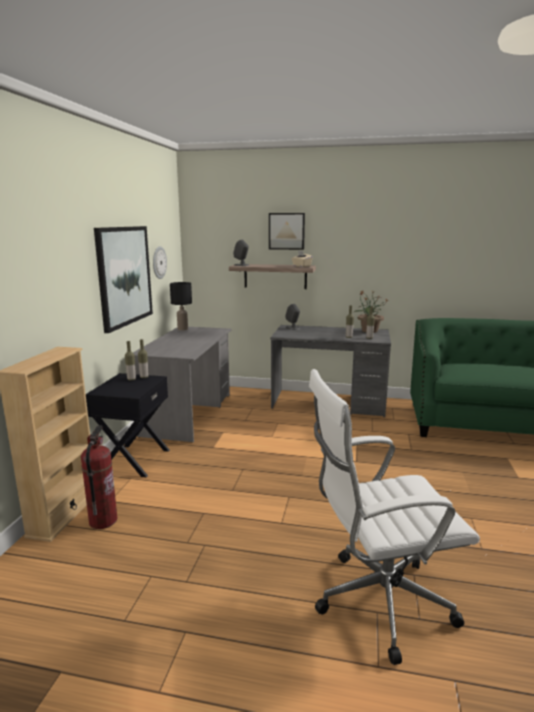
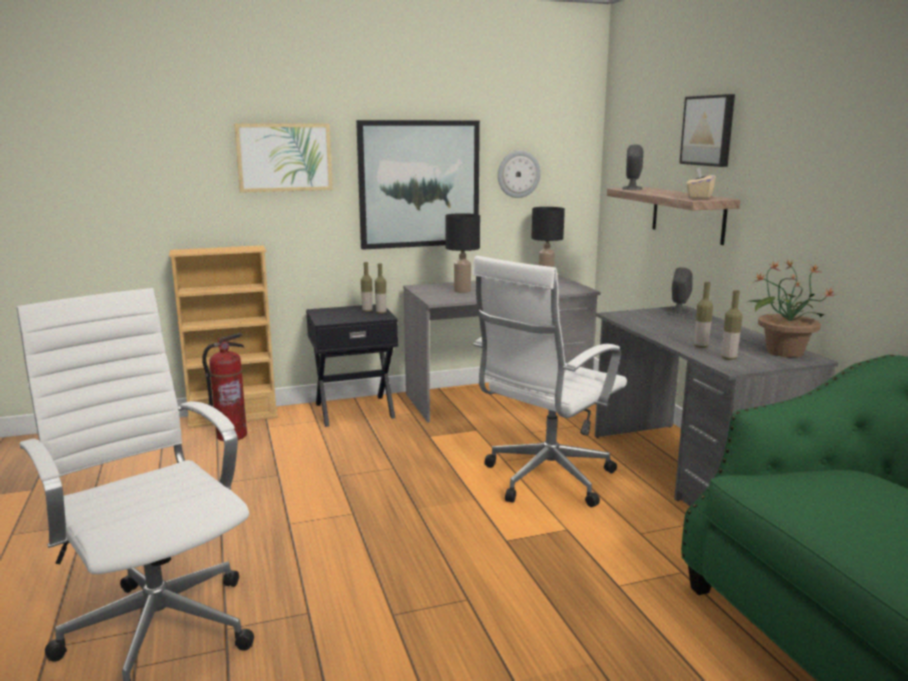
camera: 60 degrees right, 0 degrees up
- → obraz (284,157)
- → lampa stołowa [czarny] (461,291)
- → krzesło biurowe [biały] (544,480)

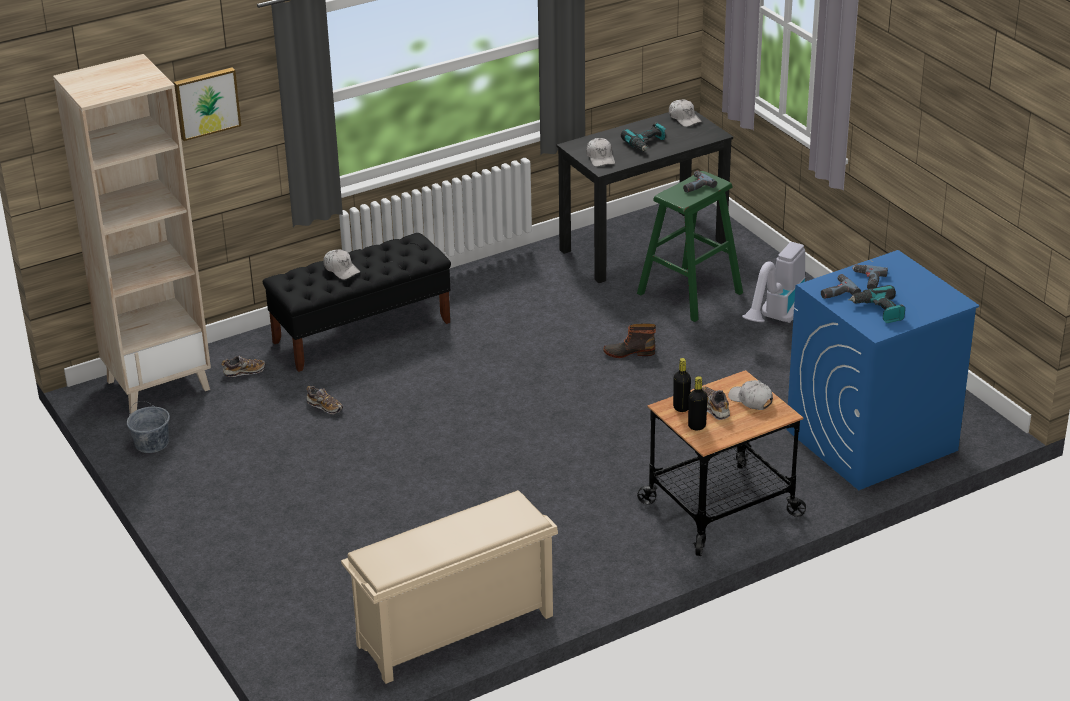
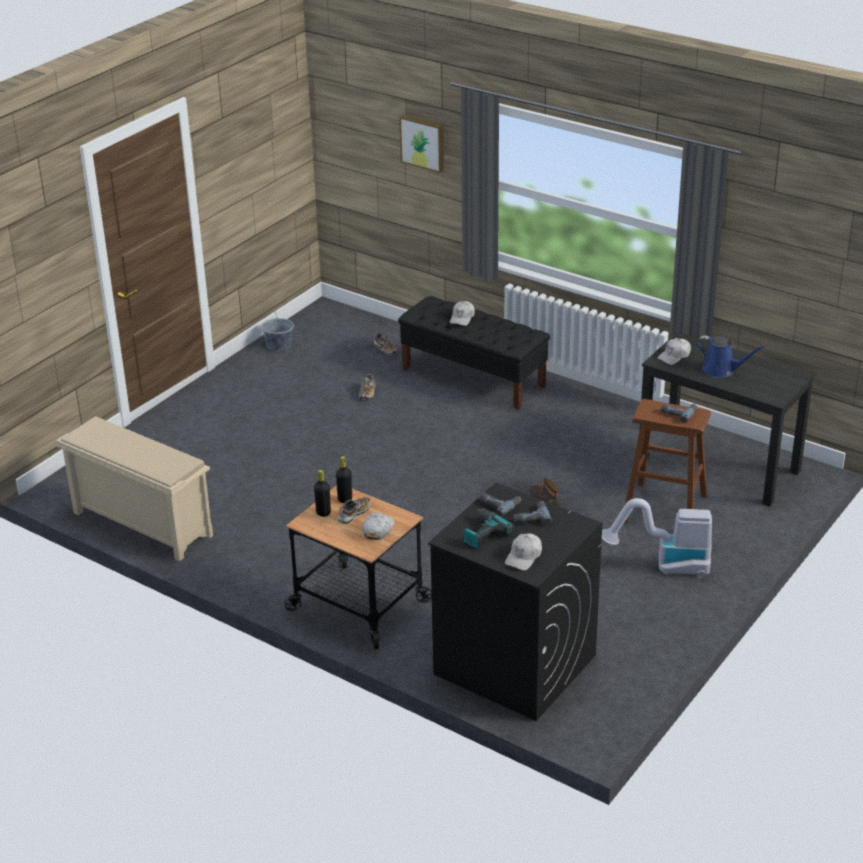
camera: 65 degrees right, 0 degrees up
regał [beżowy] (158,384) → -
czapka z daszkiem [biały] (684,118) → czapka z daszkiem [biały] (524,557), shifted
wiertarka (646,144) → konewka [niebieski] (721,370)
stołek [zielony] (689,293) → stołek [brązowy] (664,508)
pralka [niebieski] (871,440) → pralka [czarny] (513,664)

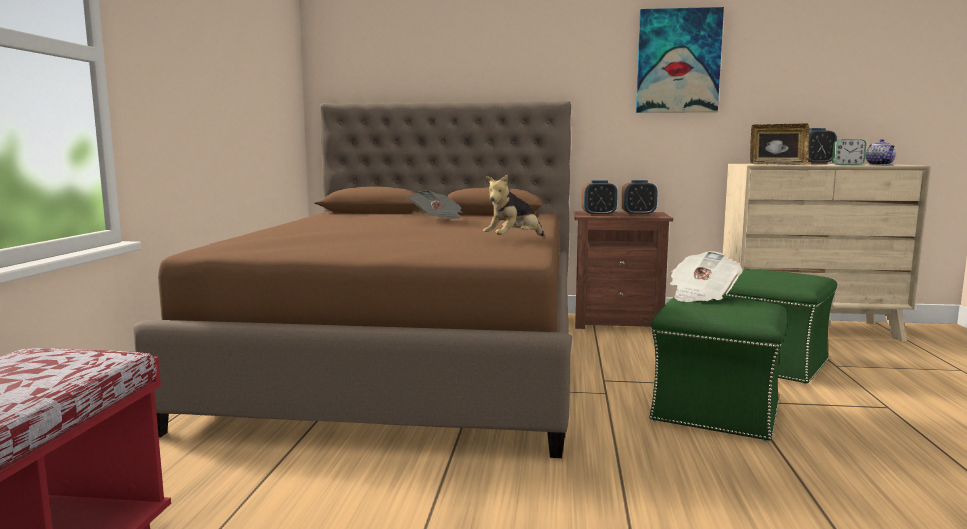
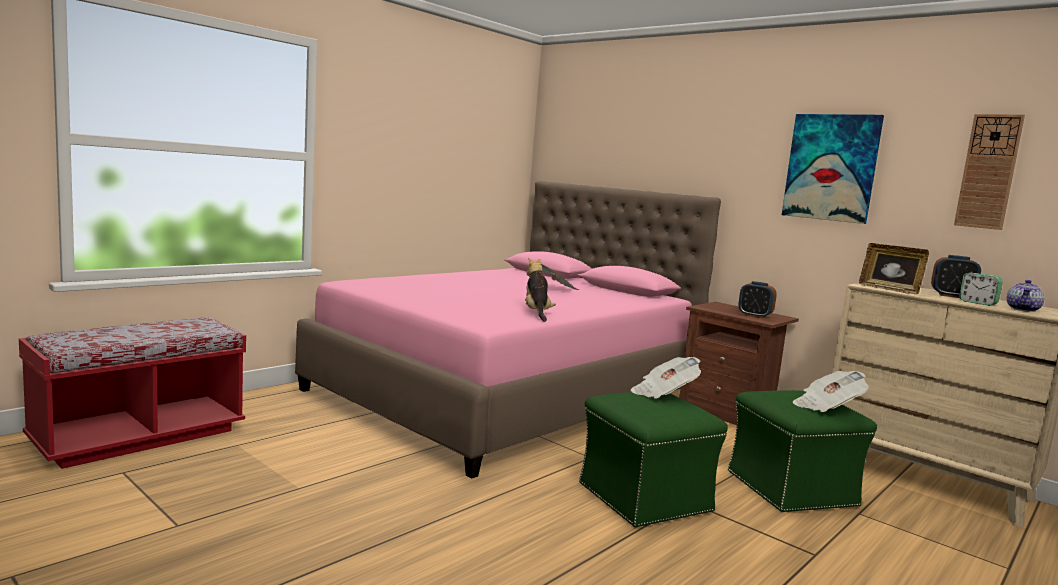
camera: 35 degrees right, 0 degrees up
budzik (598,215) → -
- → gazeta (827,407)
- → zegar ścienny (988,171)
łóżko [brązowy] (412,359) → łóżko [różowy] (508,393)
pluszak (513,240) → pluszak (536,313), 90 degrees clockwise

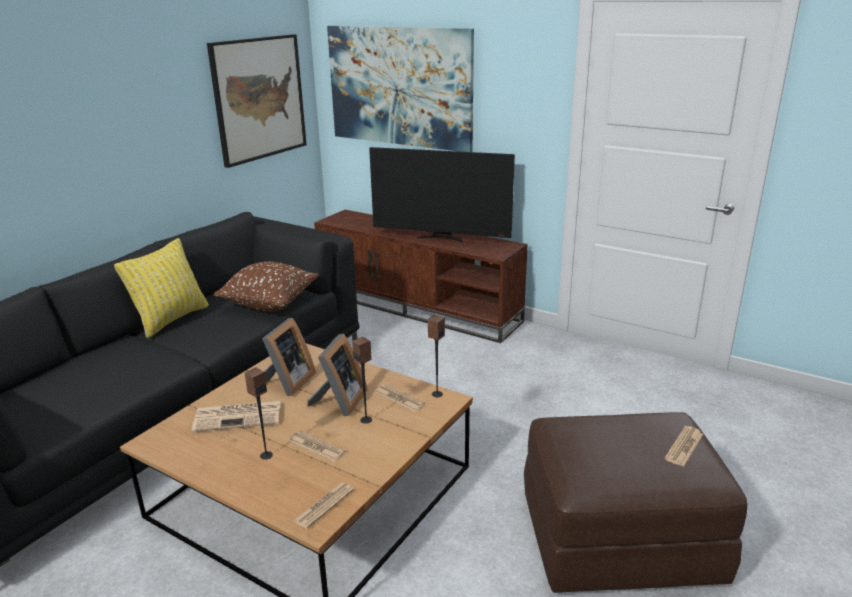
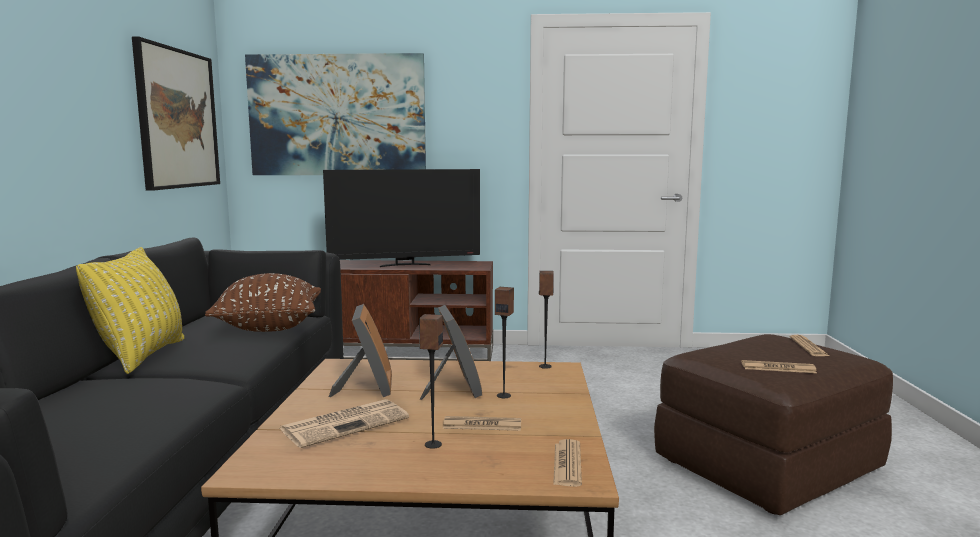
camera: 30 degrees left, 15 degrees down
gazeta (399,399) → gazeta (778,368), shifted

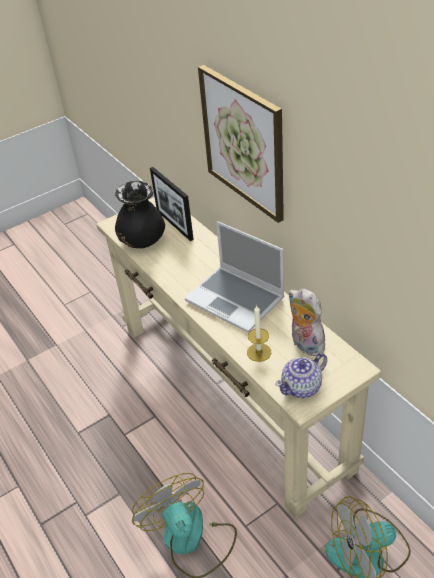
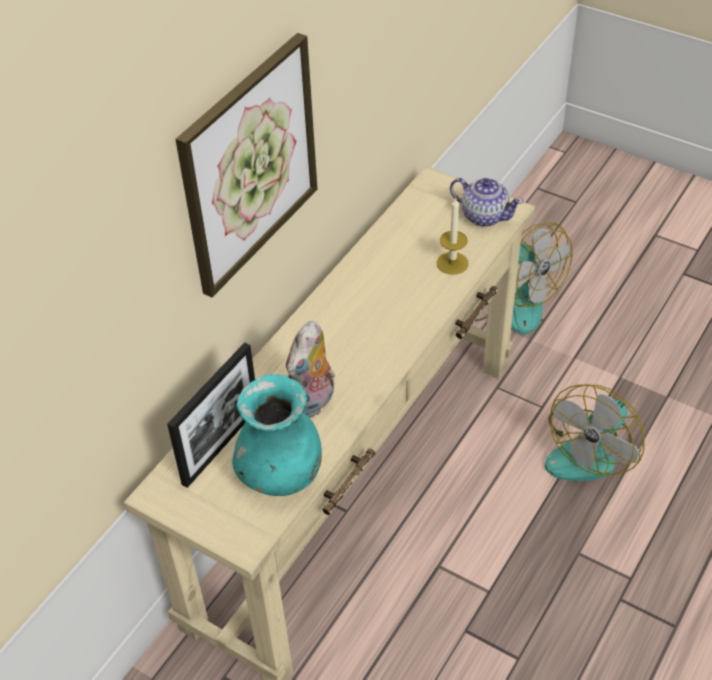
camera: 115 degrees left, 5 degrees up
laptop (236,299) → -
pluszak (305,344) → pluszak (314,403), shifted
wazon [czarny] (142,241) → wazon [turkusowy] (280,473)

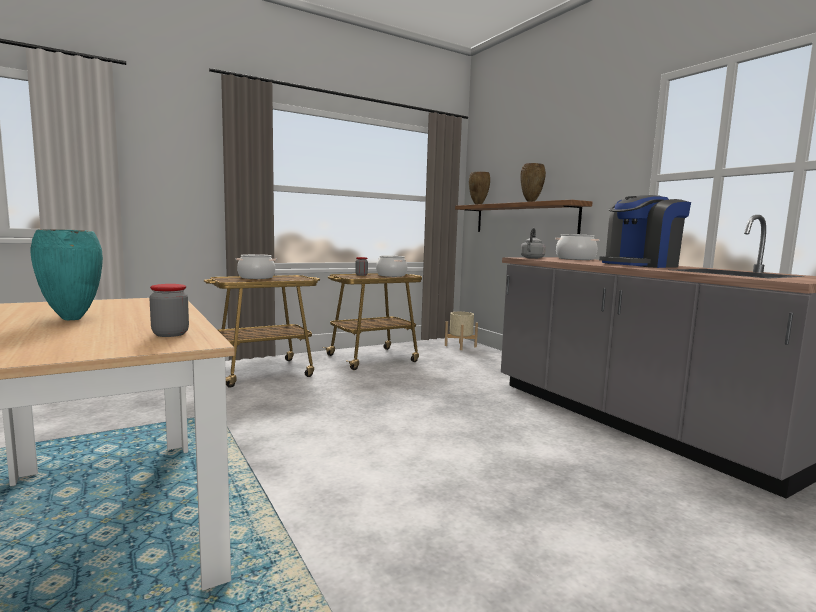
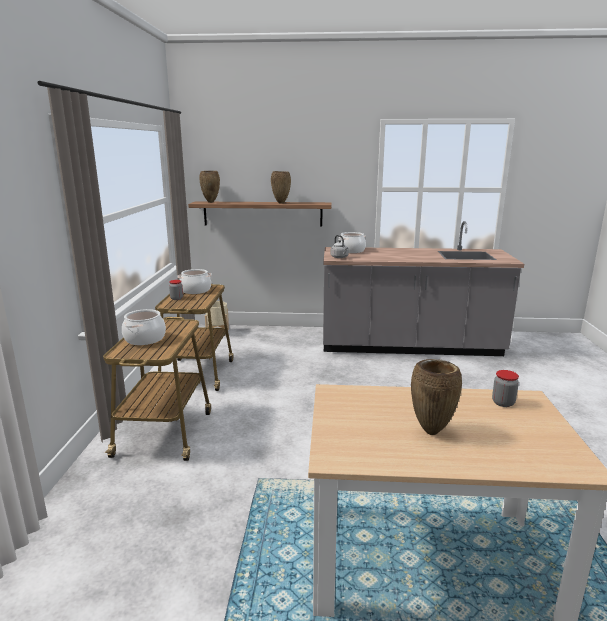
camera: 55 degrees left, 10 degrees up
ekspres do kawy (640,265) → -
wazon [turkusowy] (73,319) → wazon [brązowy] (431,431)

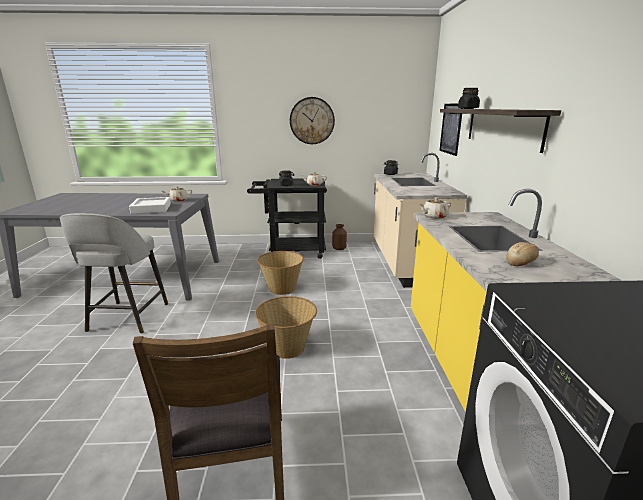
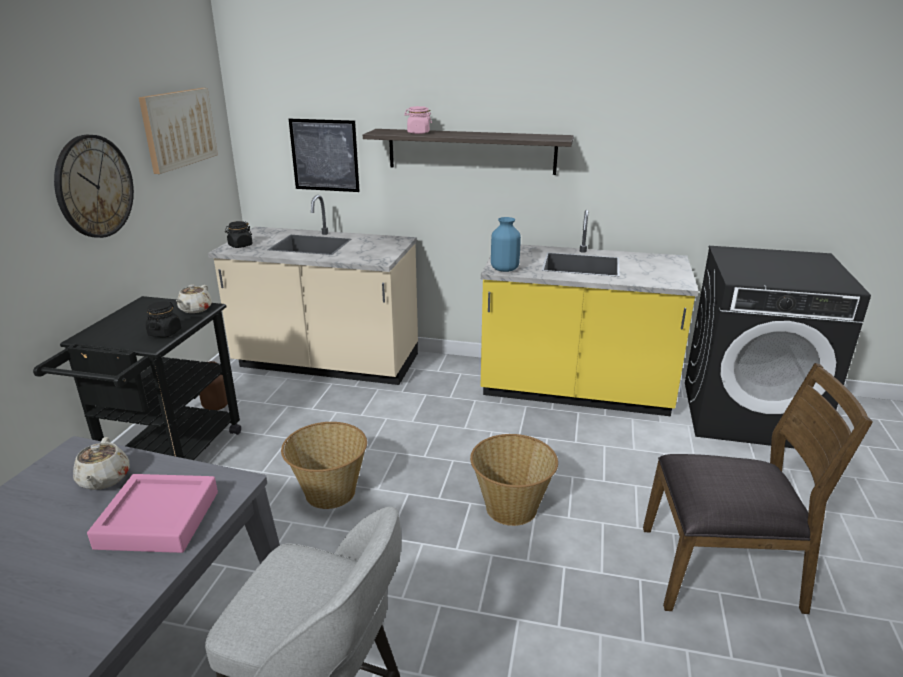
camera: 75 degrees left, 5 degrees up
chleb (521,262) → -
- → obraz (178,128)
imbryk [beżowy] (434,217) → wazon [niebieski] (504,269)
taca [biały] (151,209) → taca [różowy] (158,519)
słoik [czarny] (468,108) → słoik [różowy] (418,133)

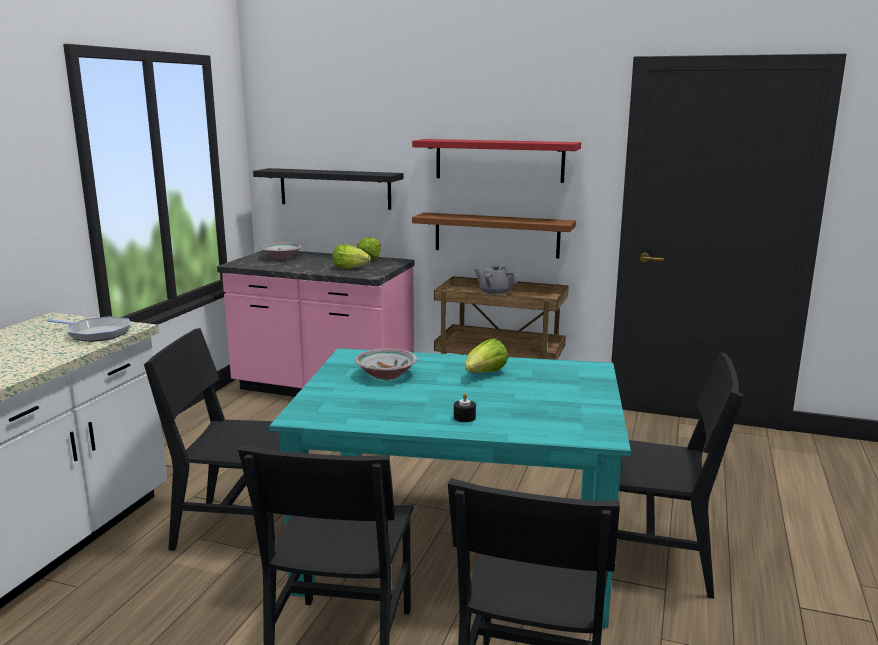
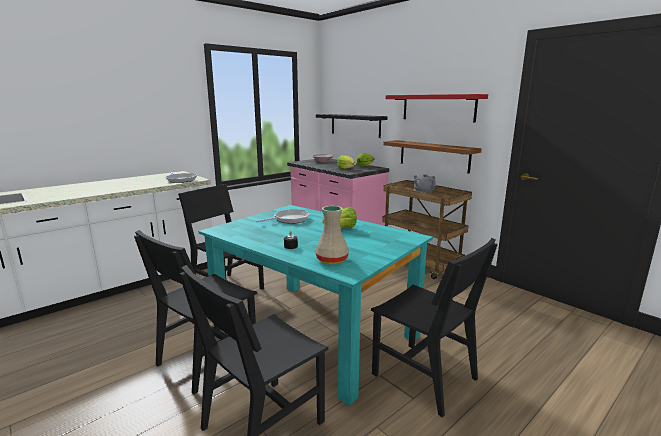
camera: 30 degrees right, 0 degrees up
- → wazon [beżowy] (332,260)
miska (385,375) → patelnia (290,219)

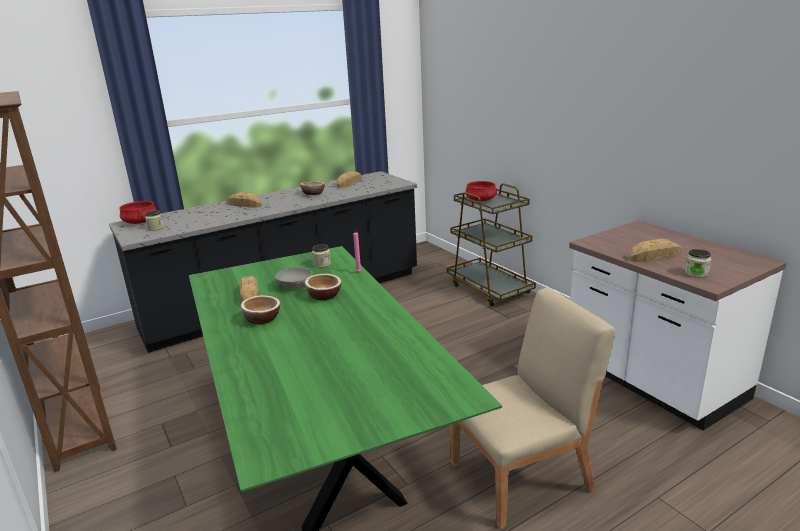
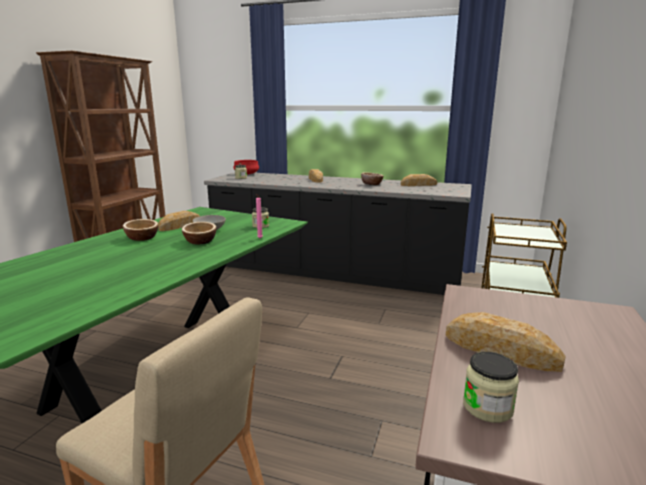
camera: 50 degrees right, 5 degrees down
garnek [czerwony] (481,200) → -

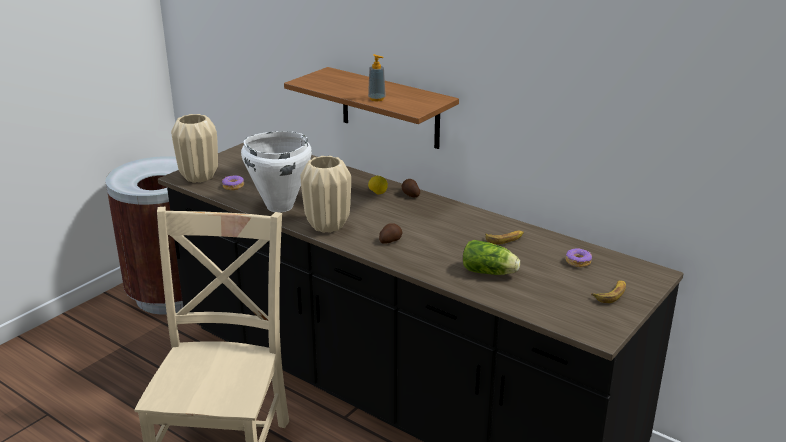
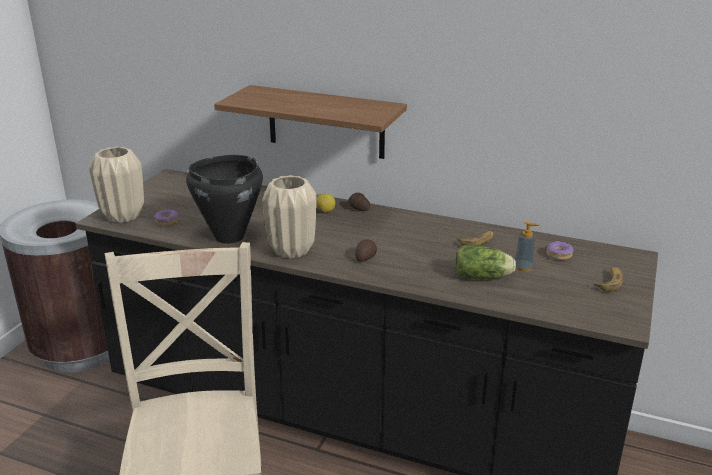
camera: 15 degrees left, 0 degrees up
dozownik mydła (377,99) → dozownik mydła (523,268), shifted
garnek [biały] (279,206) → garnek [czarny] (228,237)

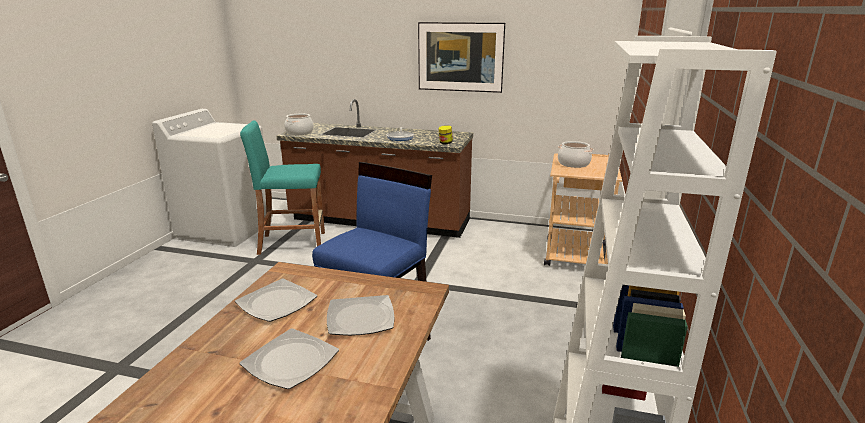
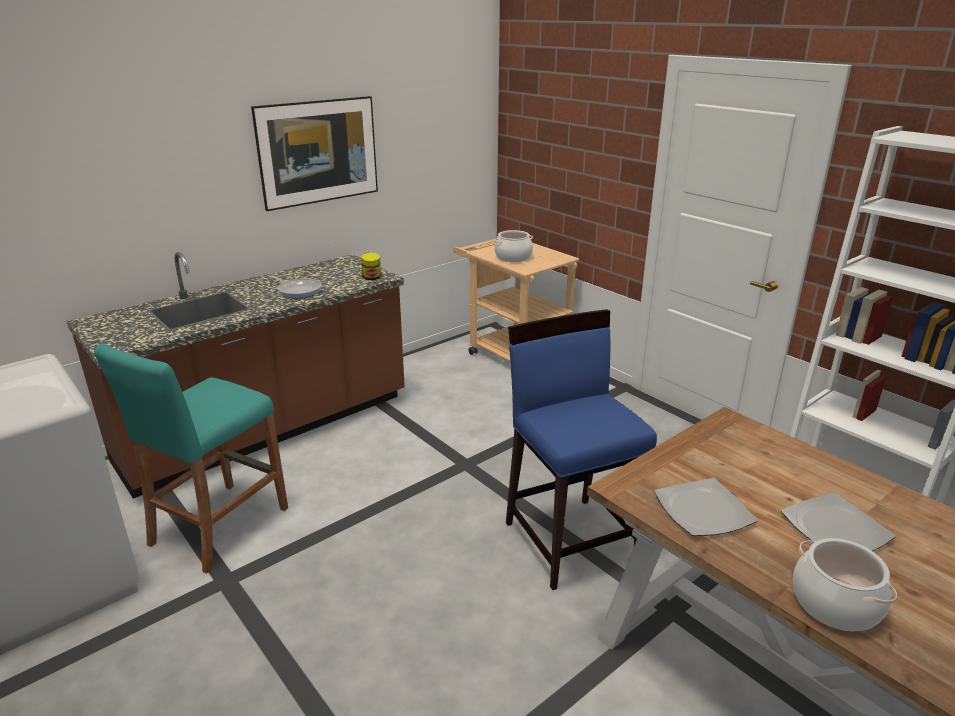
camera: 55 degrees left, 5 degrees up
talerz (360,318) → -
garnek (299,133) → garnek (834,603), shifted

